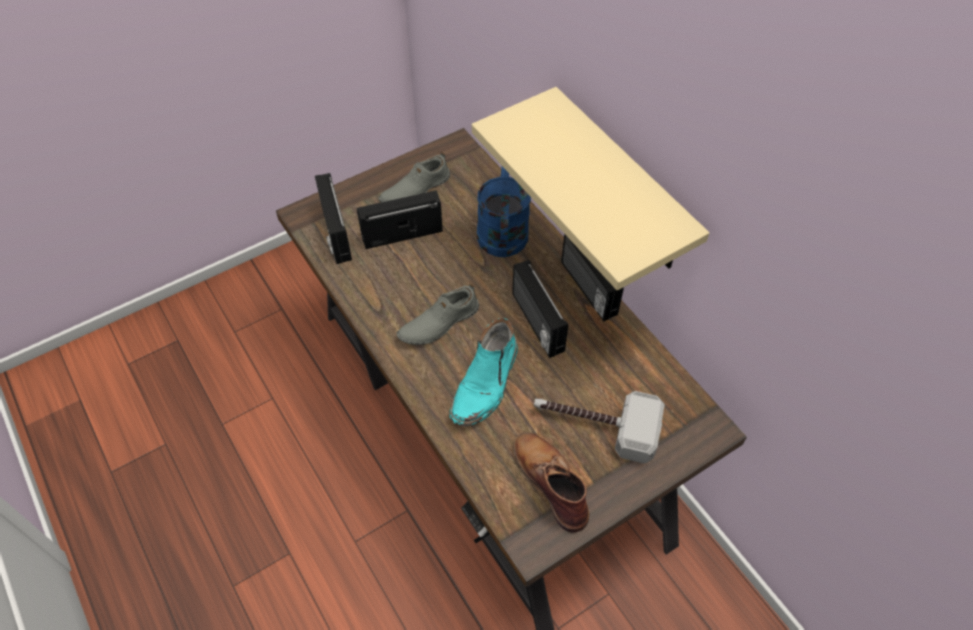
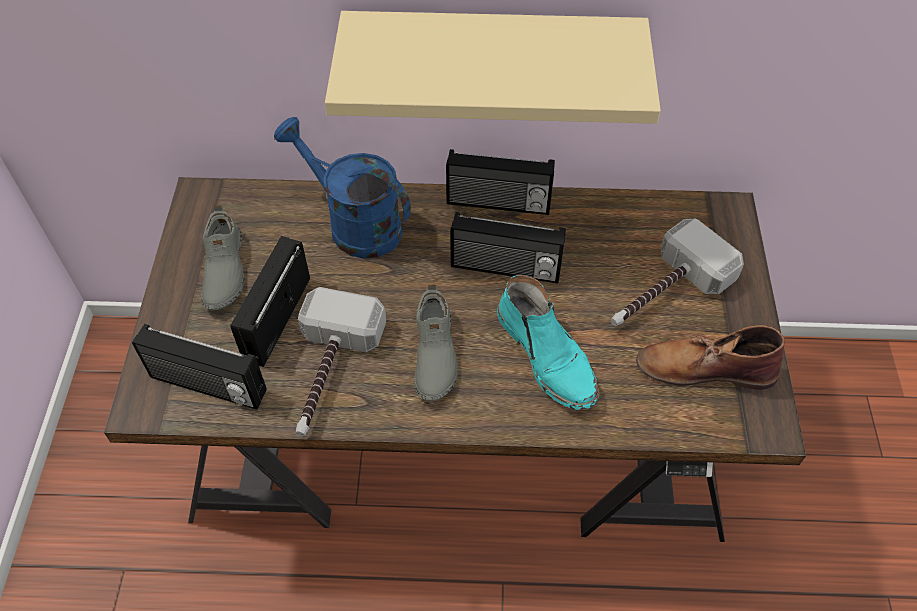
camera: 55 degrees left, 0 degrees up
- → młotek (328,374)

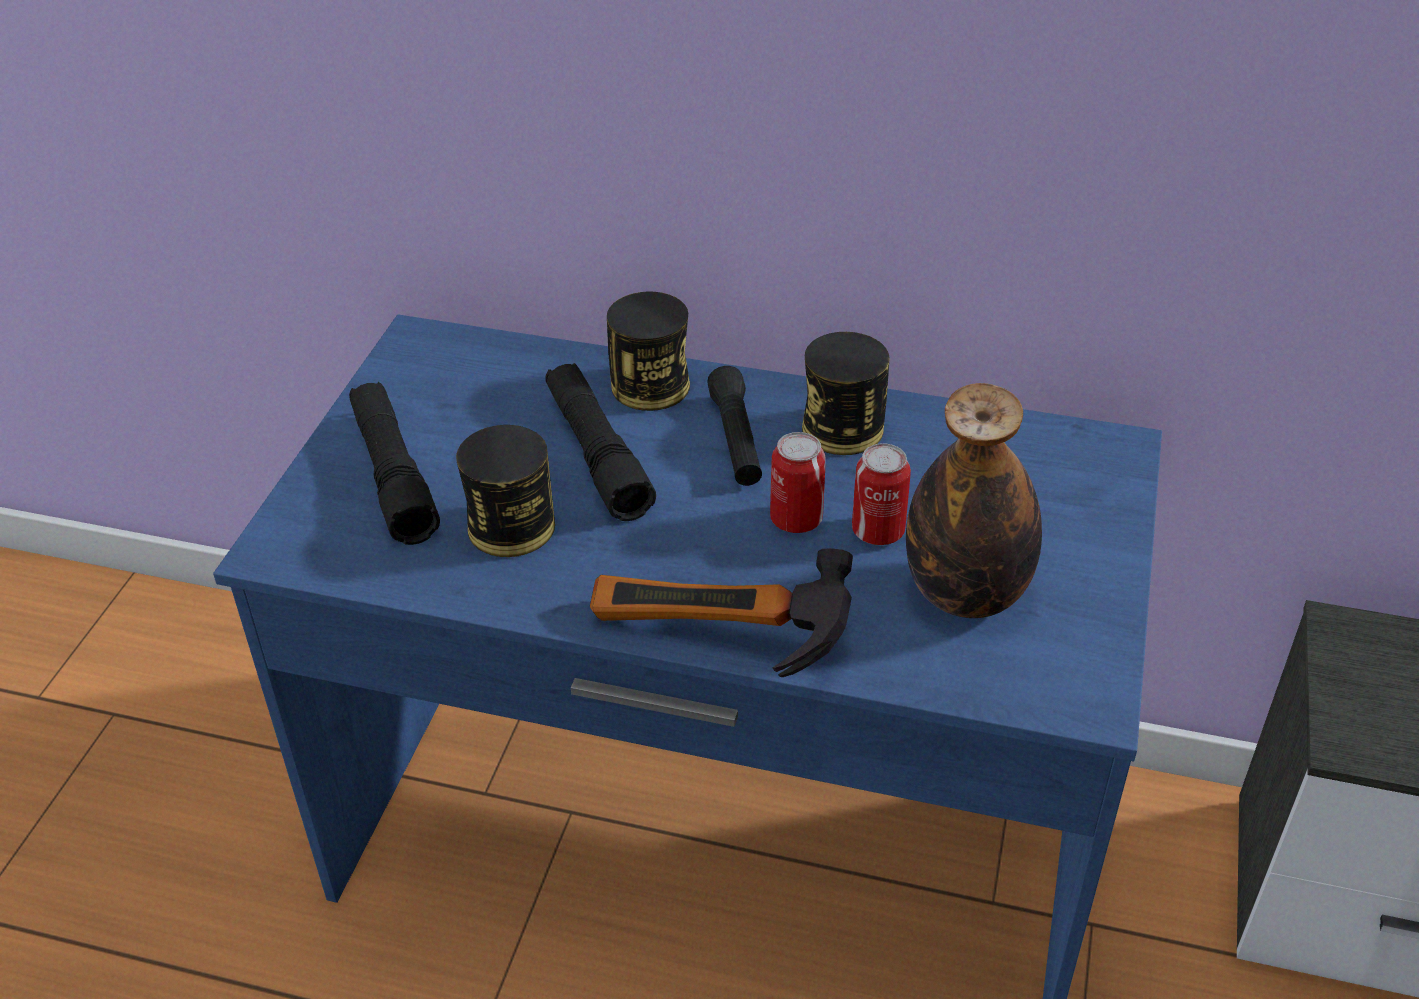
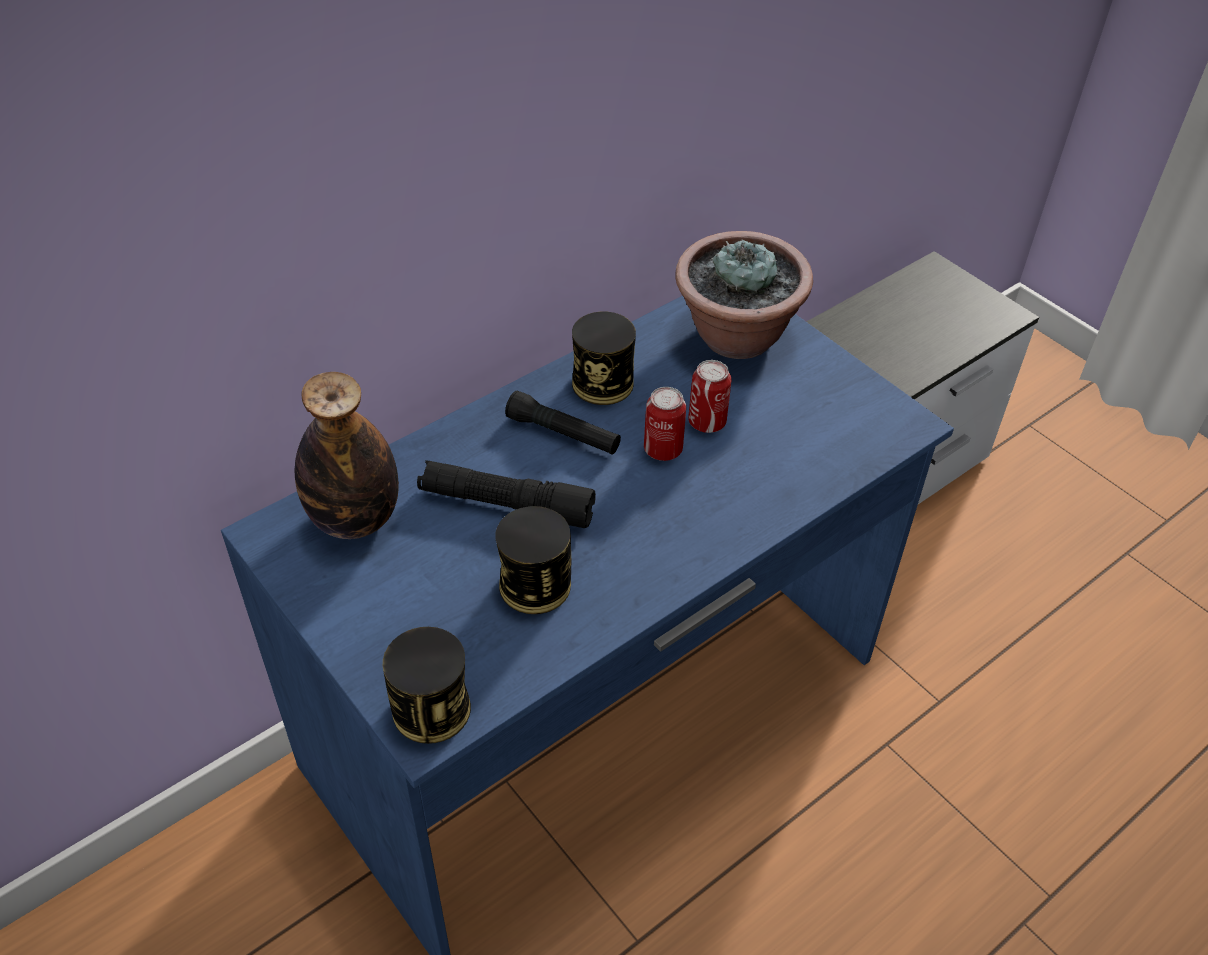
camera: 55 degrees left, 5 degrees up
latarka [czarny] (393,475) → -
młotek (715,646) → -
- → roślina doniczkowa (736,338)
puszka (650,386) → puszka (431,709), shifted
butelka (966,594) → butelka (355,519), shifted

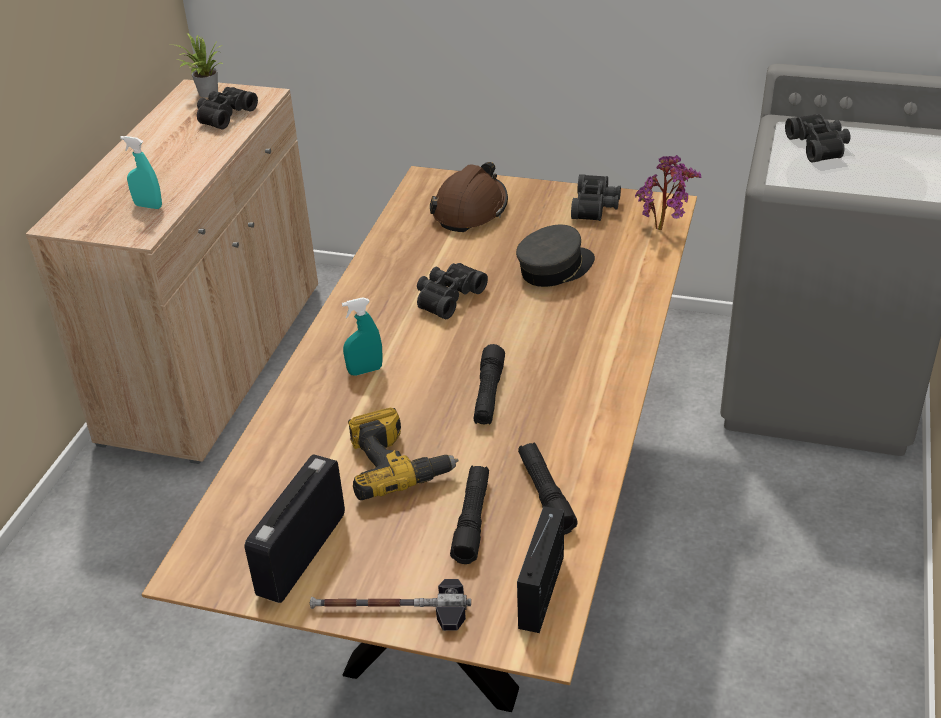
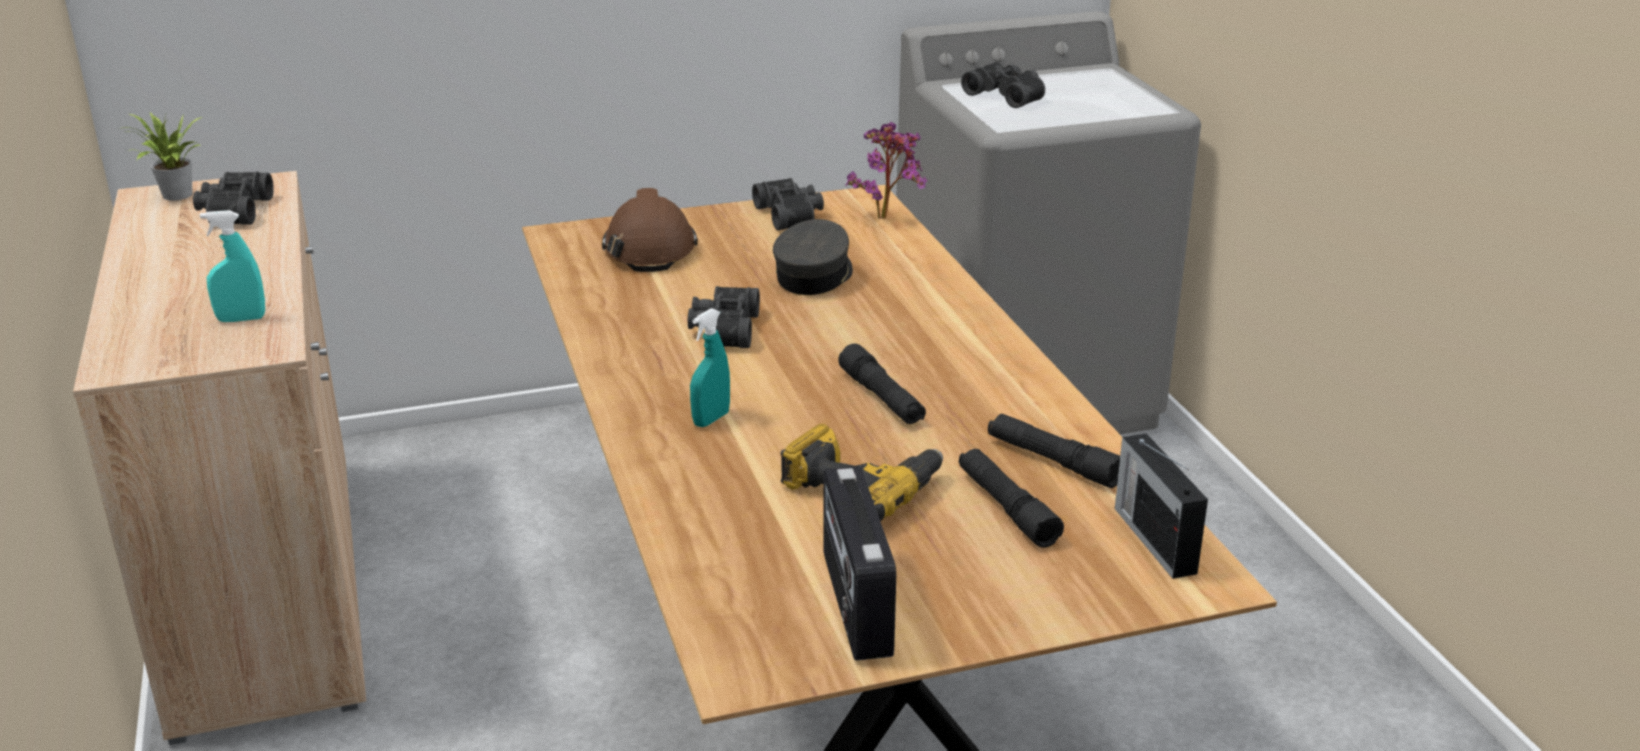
camera: 35 degrees left, 10 degrees down
młotek (390,610) → -

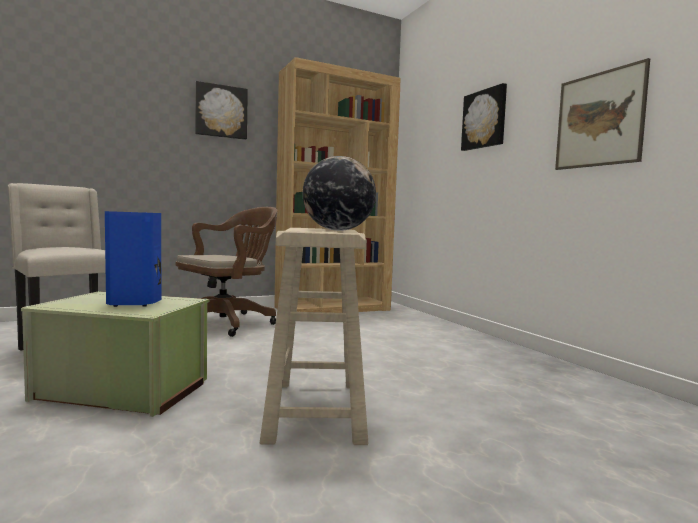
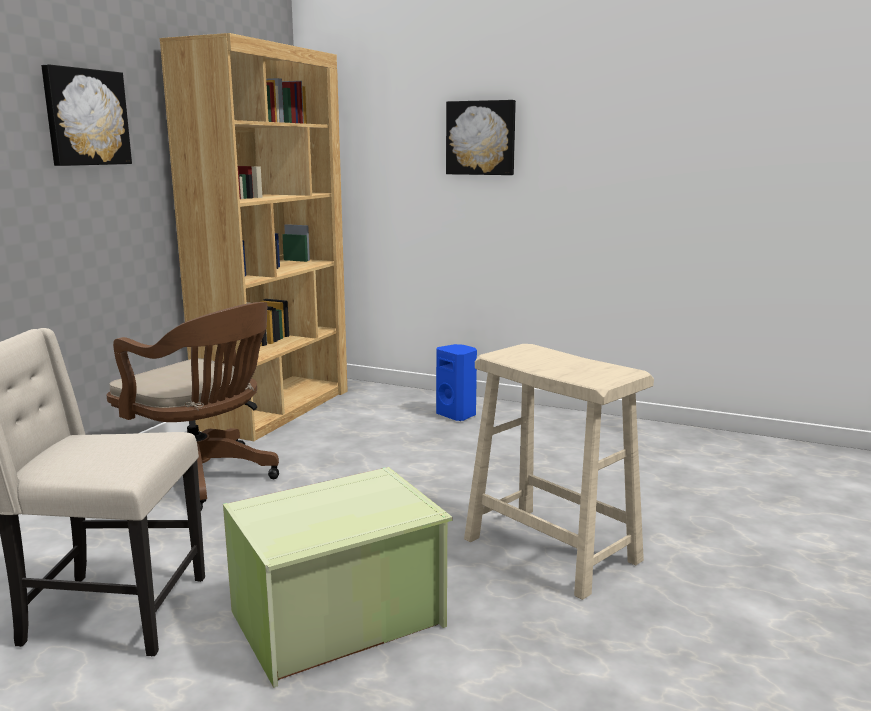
camera: 40 degrees left, 10 degrees up
globus (338,230) → -
obraz (599,119) → -
głośnik [niebieski] (136,303) → głośnik [niebieski] (457,415), shifted
krzesło biurowe [brązowy] (228,323) → krzesło biurowe [brązowy] (203,480), 120 degrees clockwise

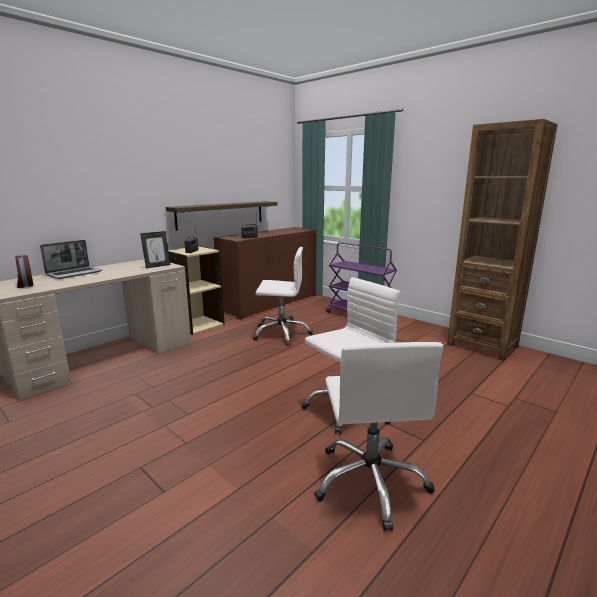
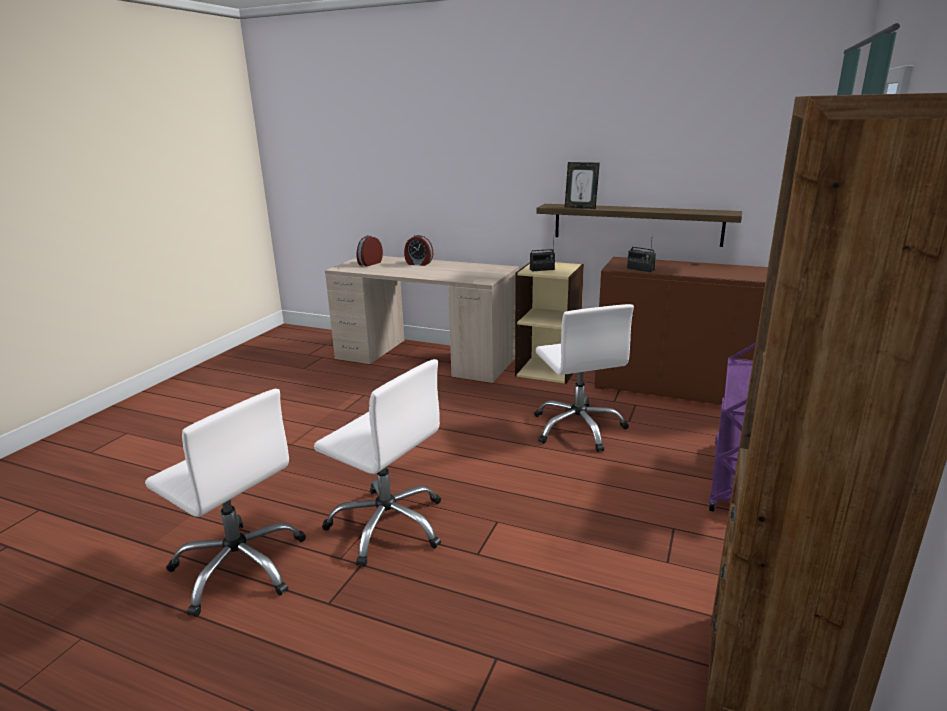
camera: 70 degrees right, 5 degrees up
ramka na zdjęcie (157,266) → ramka na zdjęcie (580,207), shifted
laptop (75,273) → budzik (418,263)
krzesło biurowe [biały] (371,481) → krzesło biurowe [biały] (240,566), 120 degrees counterclockwise

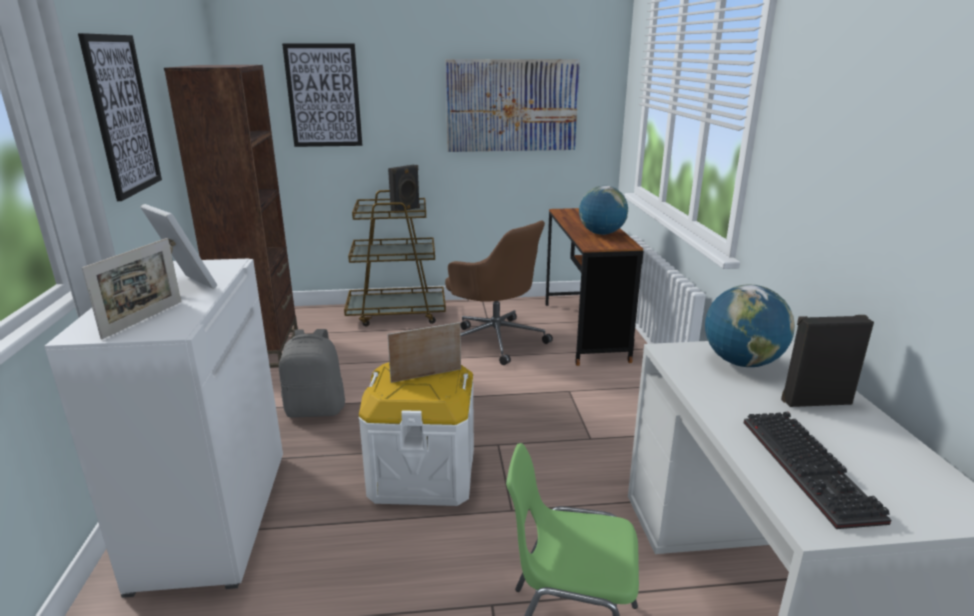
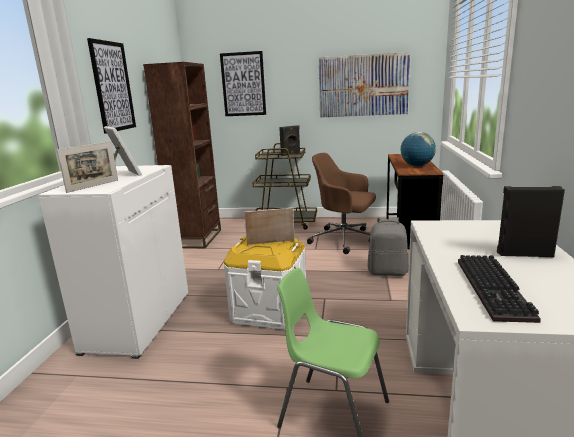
camera: 15 degrees right, 5 degrees down
globus (741,363) → -
plecak [szary] (316,409) → plecak [szary] (387,272), shifted
krzesło biurowe [brązowy] (495,339) → krzesło biurowe [brązowy] (344,240), 150 degrees clockwise

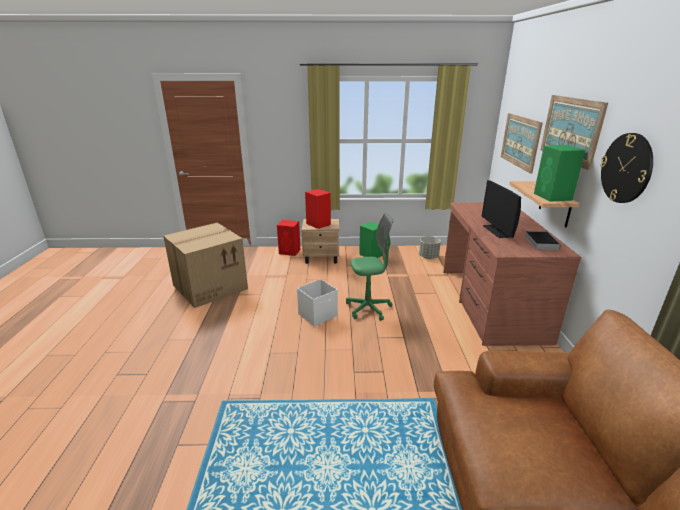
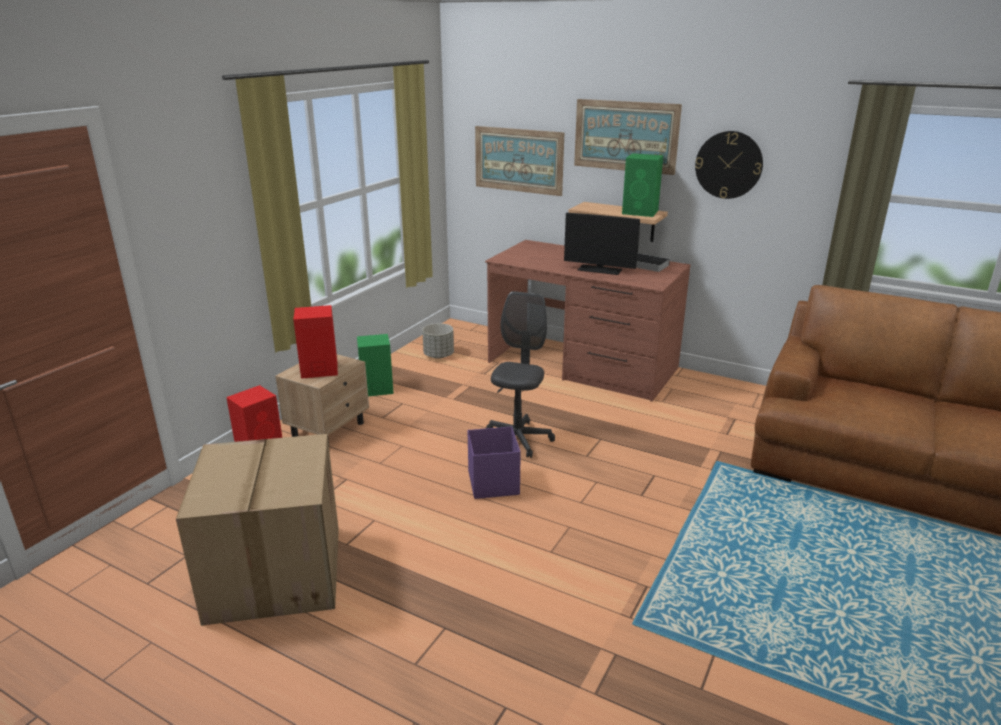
camera: 60 degrees left, 0 degrees up
pojemnik do przechowywania [biały] (318,315) → pojemnik do przechowywania [fioletowy] (493,482)
krzesło biurowe [zielony] (368,309) → krzesło biurowe [szary] (517,440)

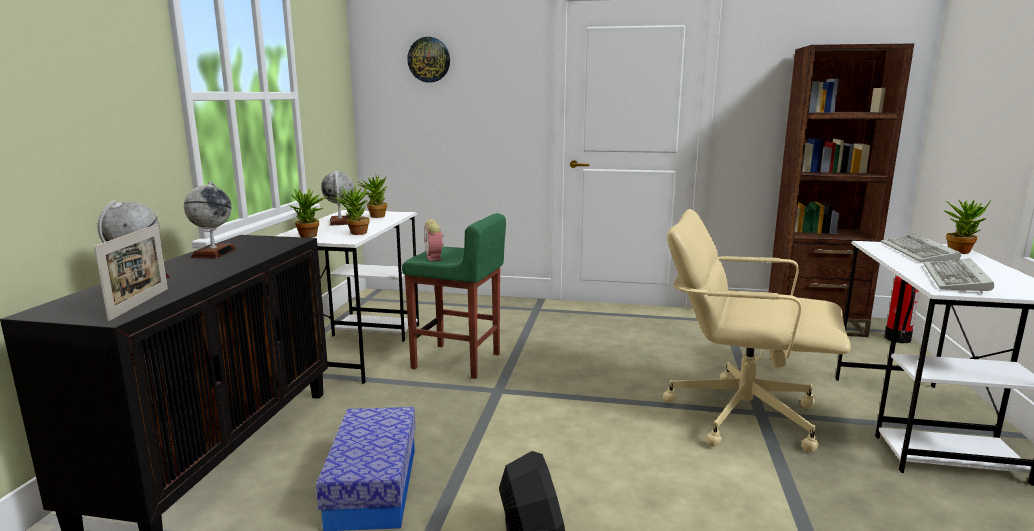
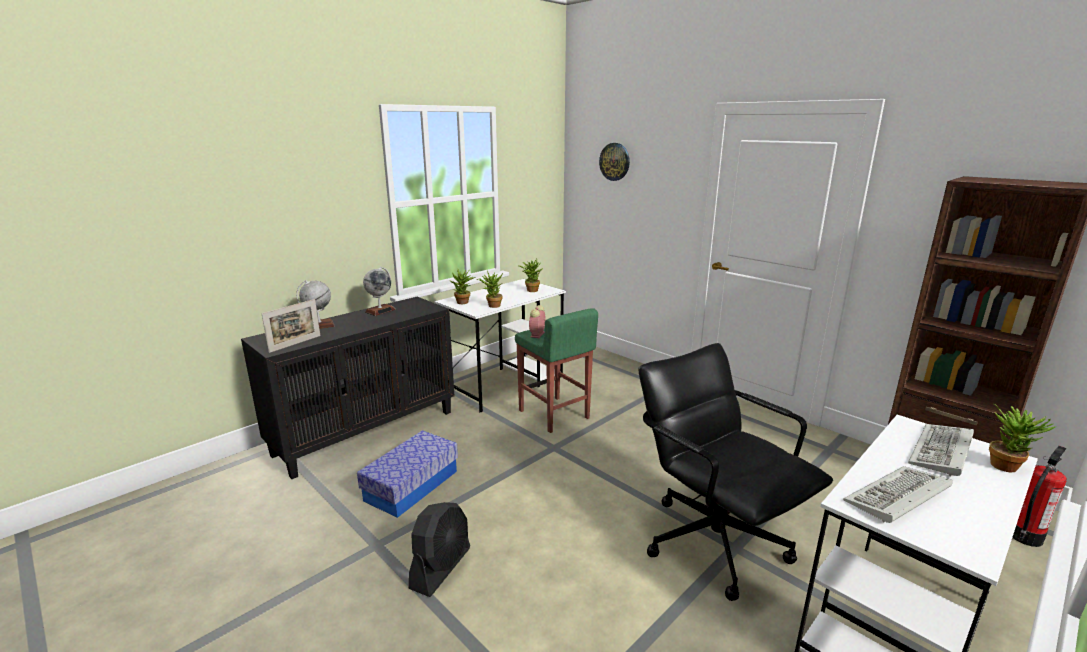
camera: 35 degrees right, 5 degrees up
globus (340,222) → -
krzesło biurowe [beżowy] (740,414) → krzesło biurowe [czarny] (714,541)

